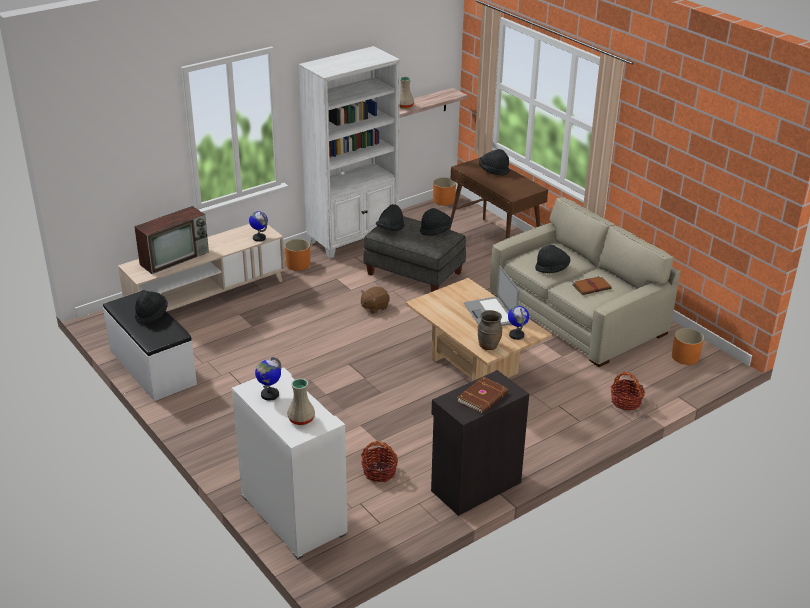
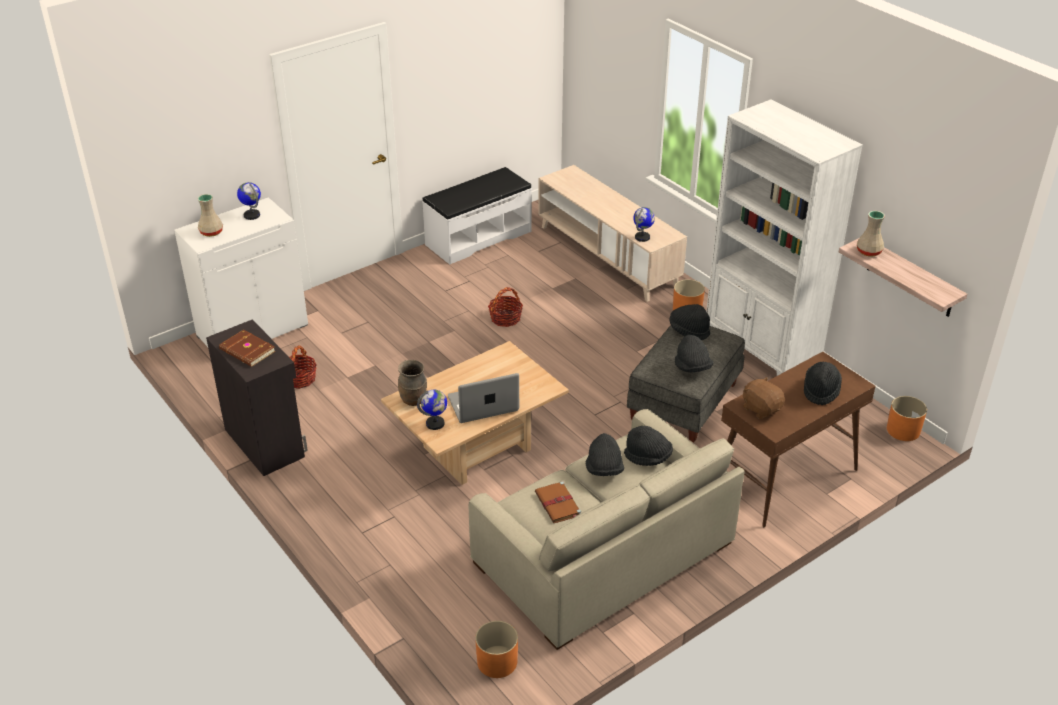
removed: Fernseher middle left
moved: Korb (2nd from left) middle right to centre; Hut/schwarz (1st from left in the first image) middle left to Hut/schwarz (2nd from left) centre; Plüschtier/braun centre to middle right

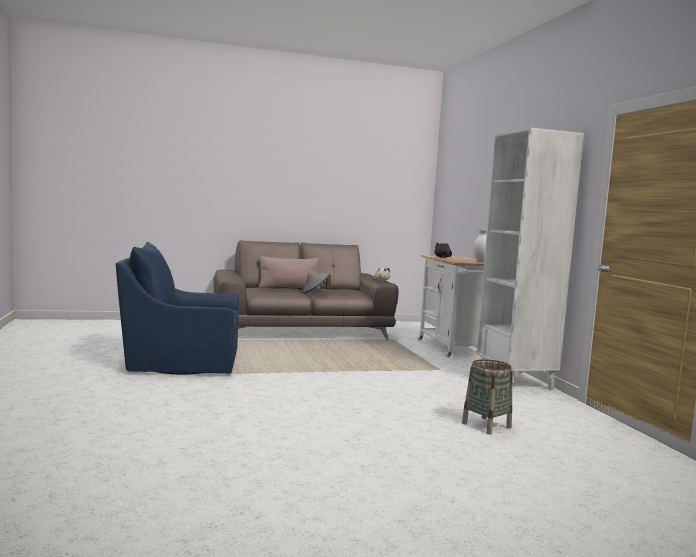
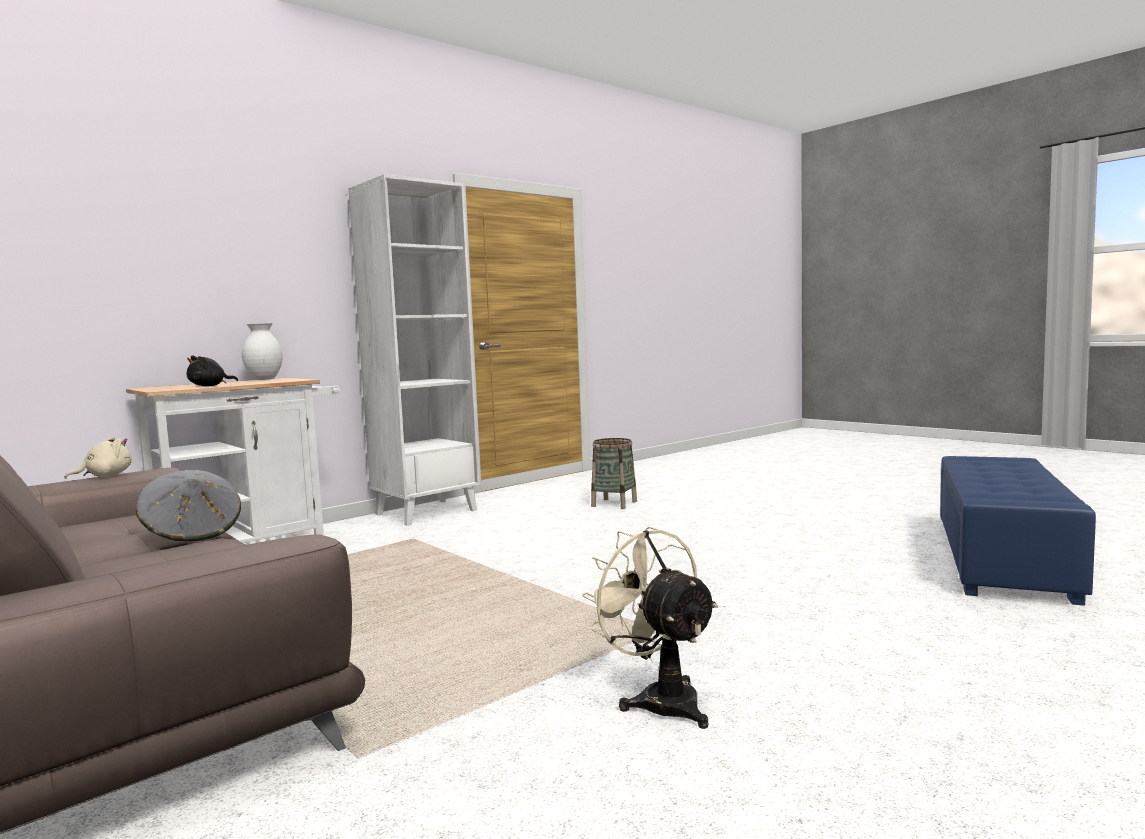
removed: Kissen/rosa centre
added: Polsterhocker/blau middle right
replaced: Sessel/blau middle left to Ventilator/beige bottom centre

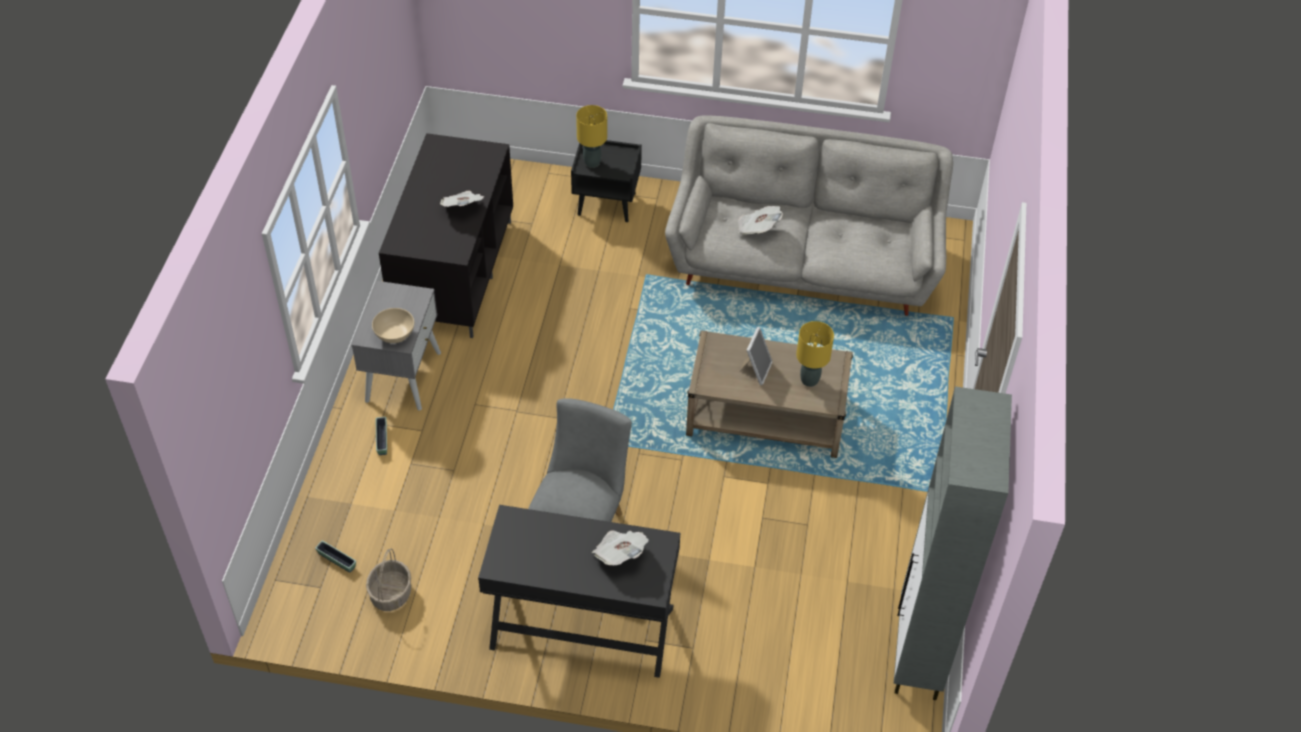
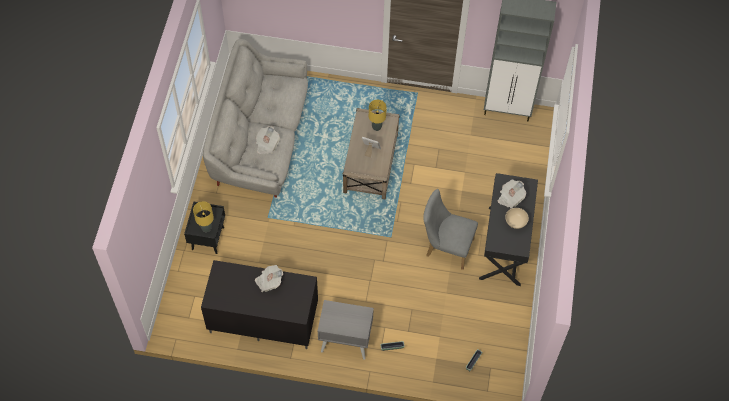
removed: Korb bottom left
moved: Schüssel/beige middle left to middle right

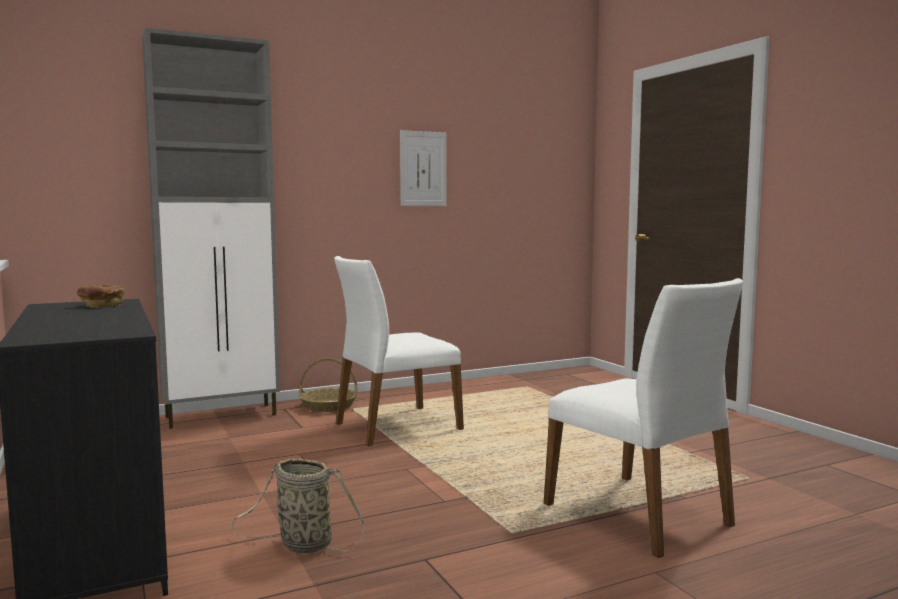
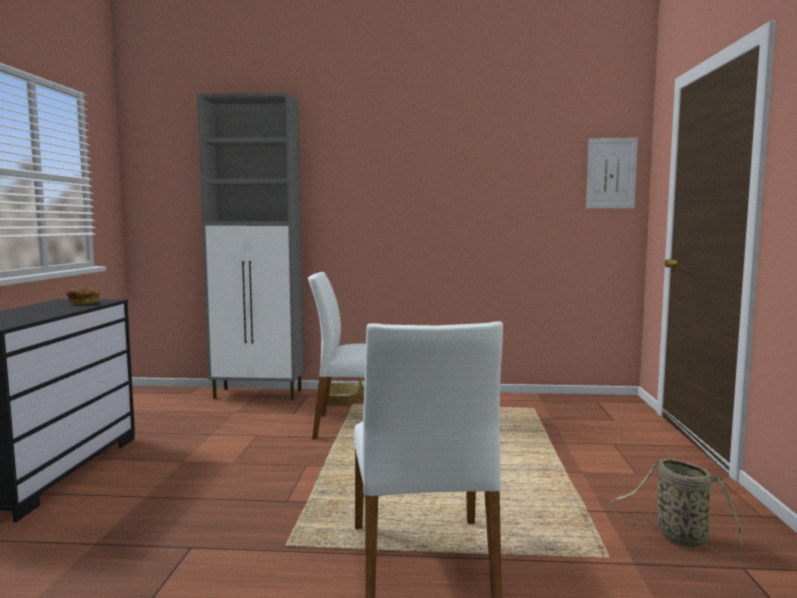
moved: Bild top centre to top right; Korb (1st from left in the first image) bottom left to Korb (2nd from left) bottom right

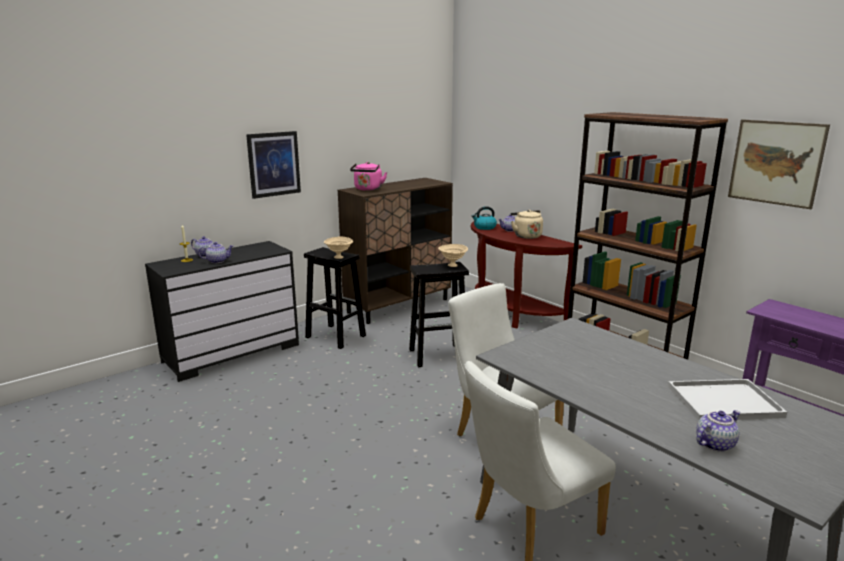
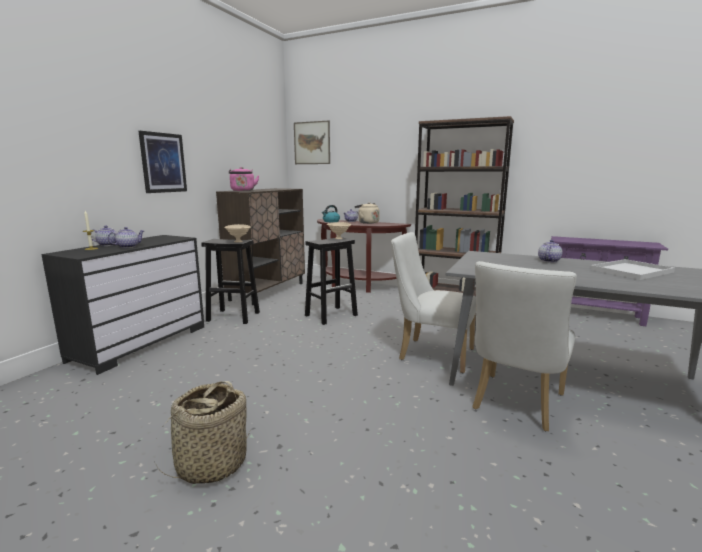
added: Korb bottom left
moved: Bild (2nd from left) top right to top centre; Teekanne (4th from left) bottom right to middle right

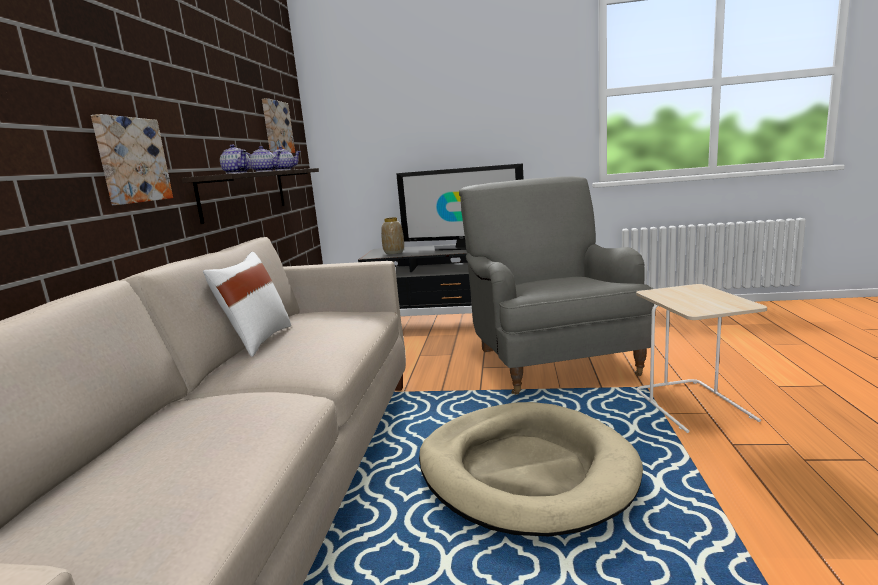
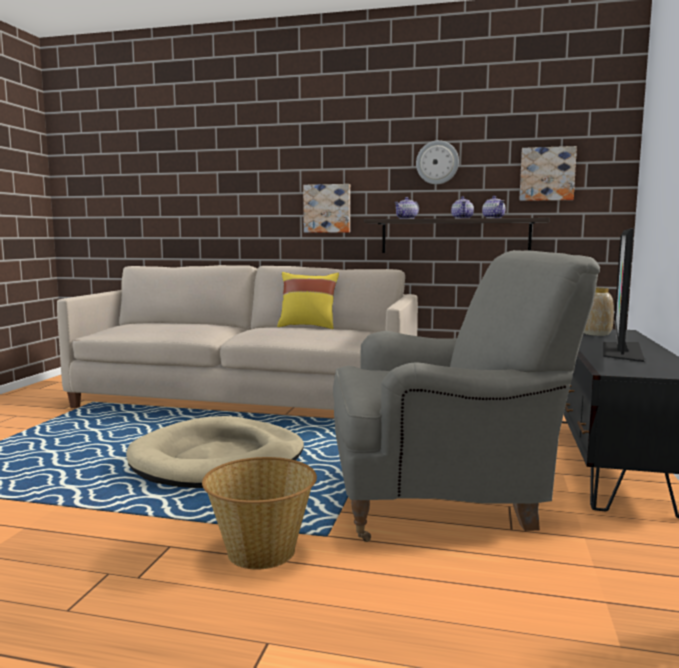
added: Wanduhr top centre
replaced: Beistelltisch/beige middle right to Korb bottom centre
recoloured: Kissen/weiß middle left to Kissen/gelb centre

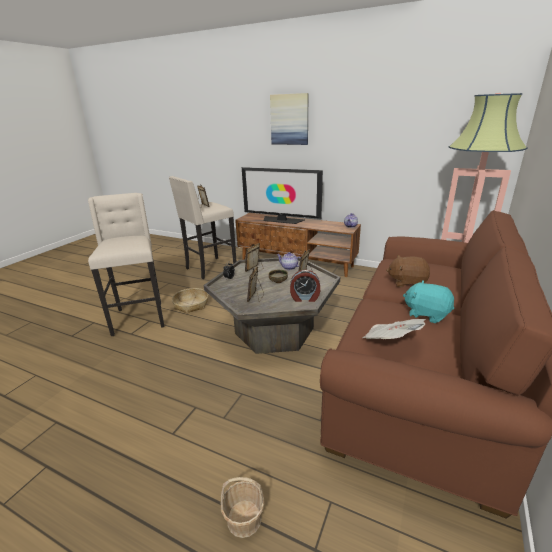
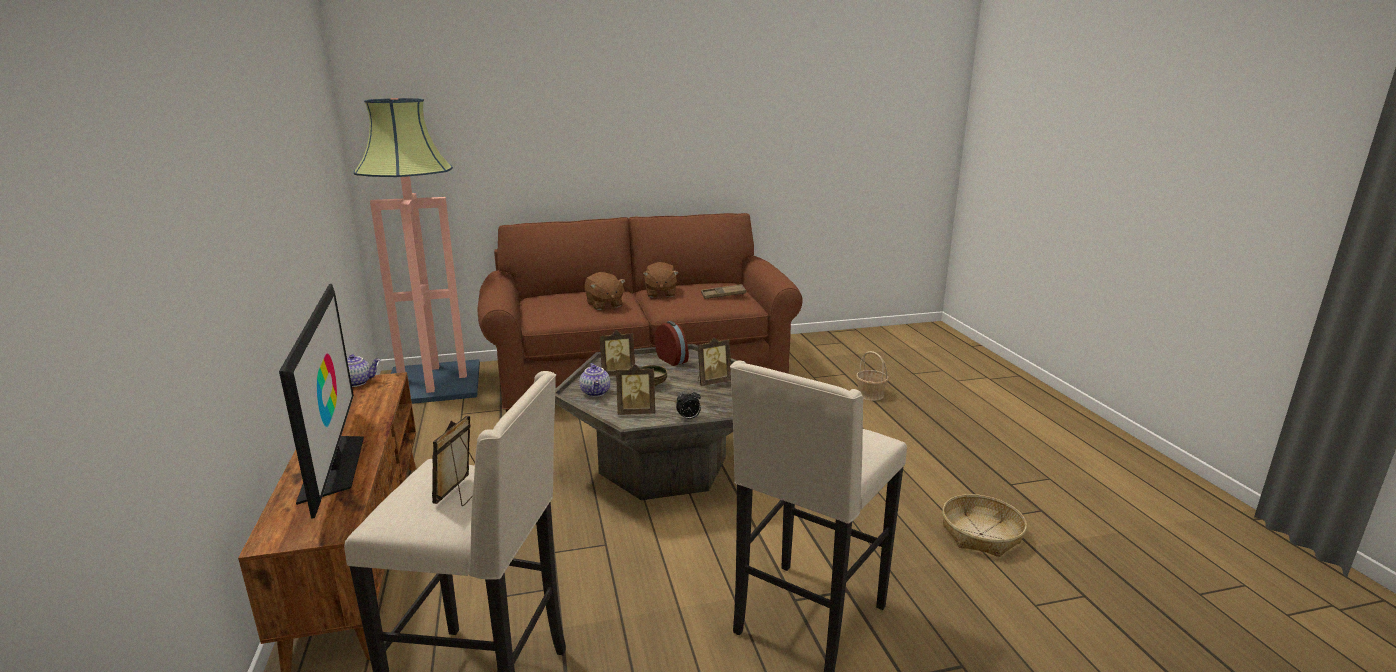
removed: Bild top centre
moved: Korb (1st from left in the first image) centre to Korb (2nd from left) bottom right
replaced: Zeitung middle right to Tablett/braun centre
recoloured: Plüschtier/türkis middle right to Plüschtier/braun (2nd from left) centre

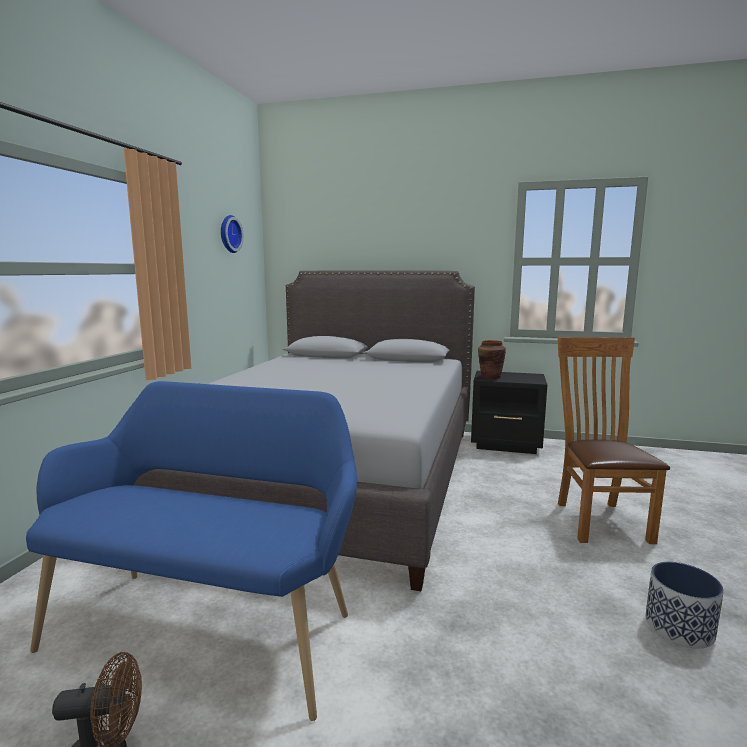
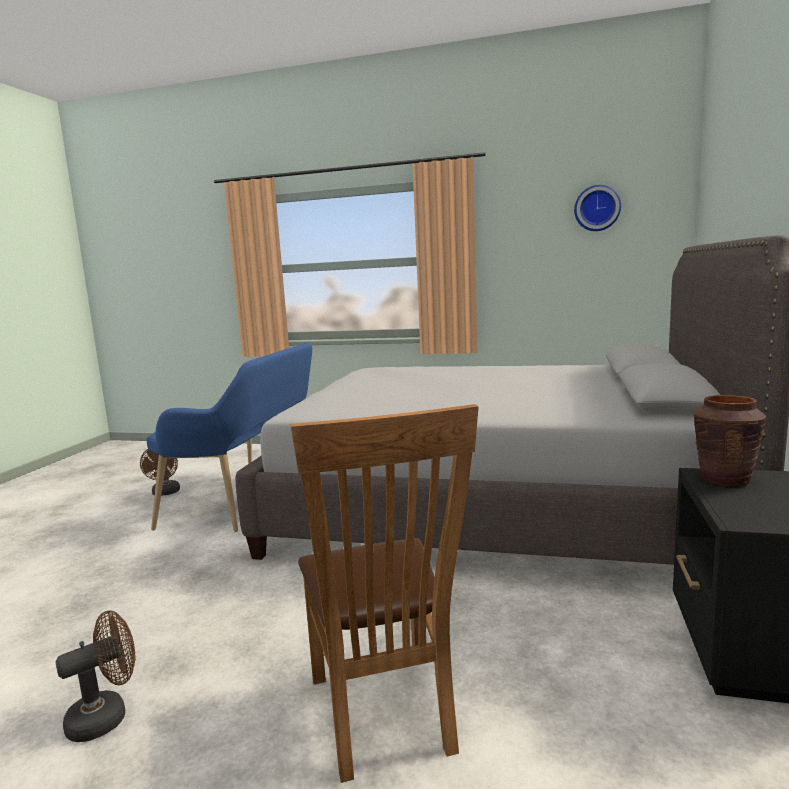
replaced: Pflanzkübel bottom right to Ventilator/braun (1st from left) bottom left
turned: Stuhl/braun middle right = bottom centre 75 degrees clockwise

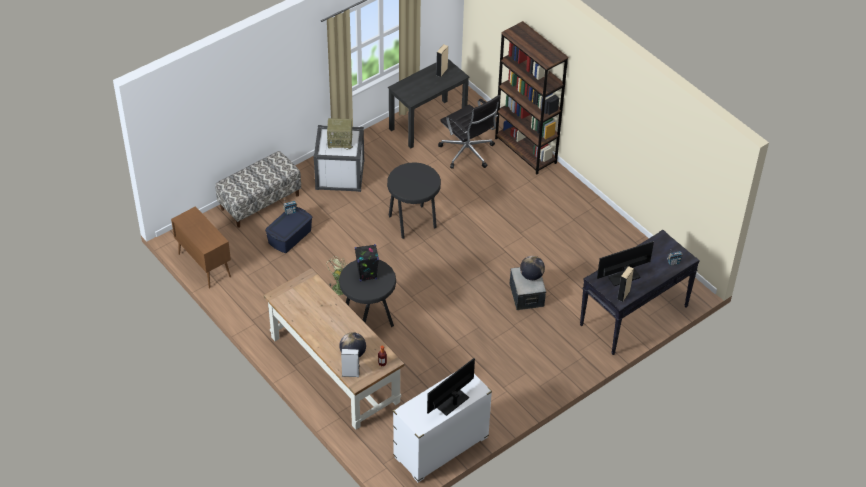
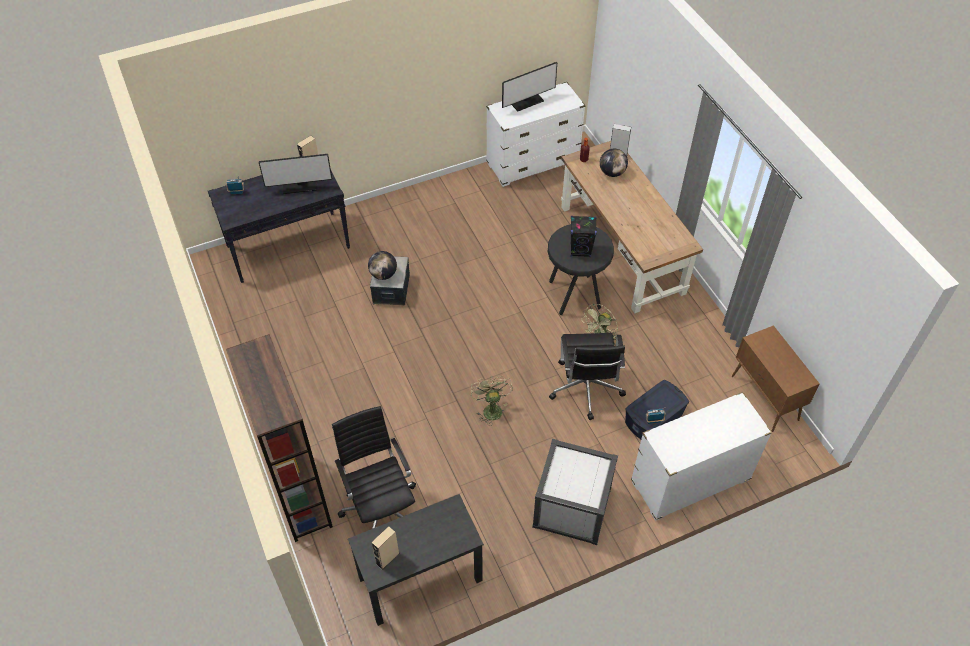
removed: Radio (2nd from left) top centre
added: Bürostuhl/schwarz (2nd from left) centre
replaced: Hocker/schwarz (2nd from left) centre to Ventilator/grün (1st from left) centre; Bank middle left to Kommode/weiß (2nd from left) bottom right

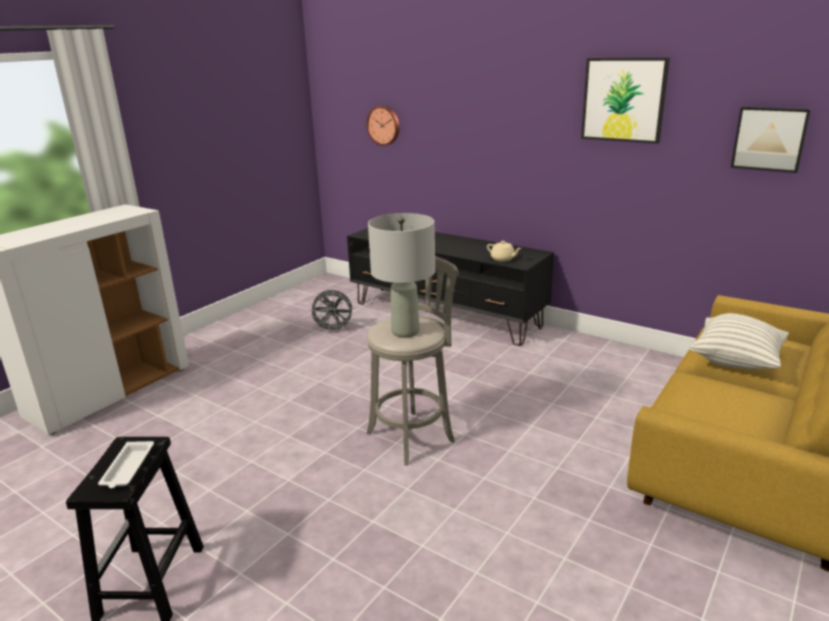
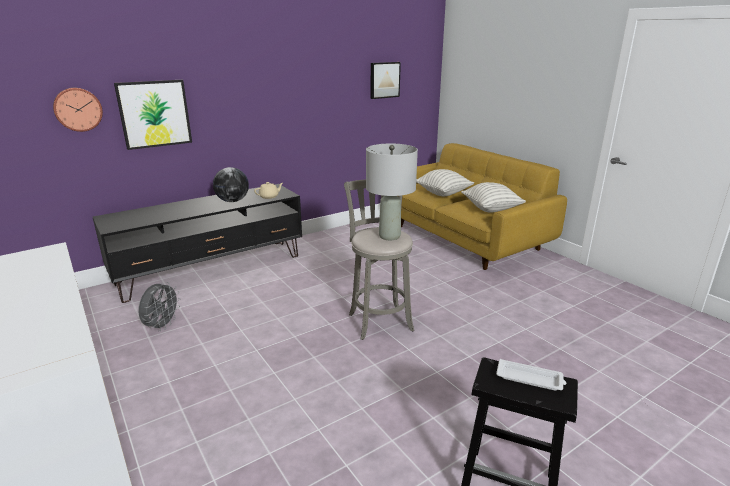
added: Globus middle left; Kissen (2nd from left) middle right
moved: Bild (1st from left) top right to top left

